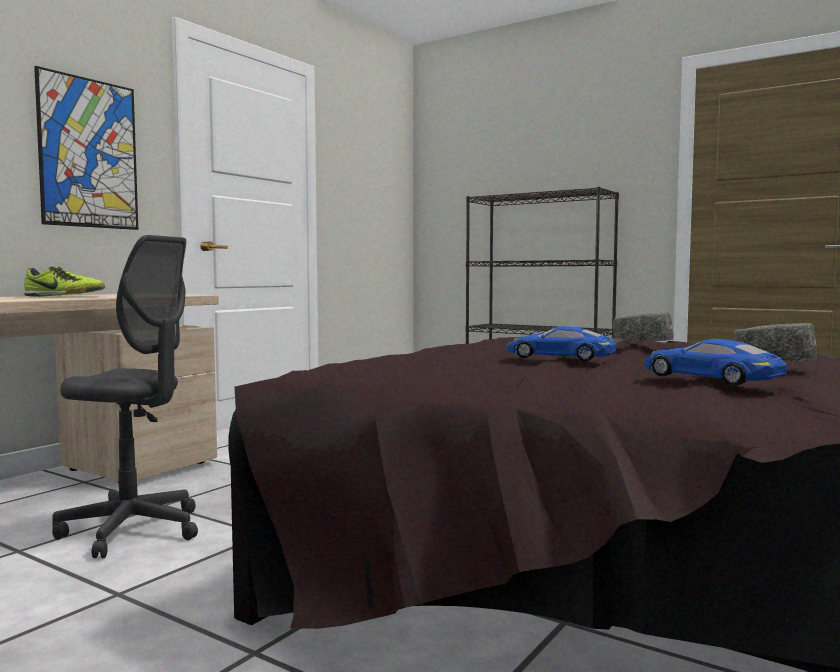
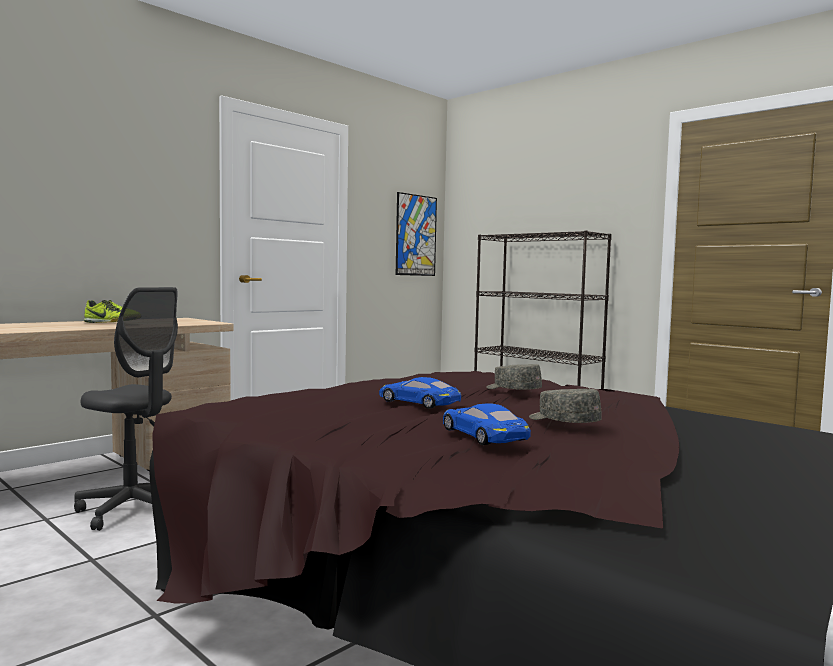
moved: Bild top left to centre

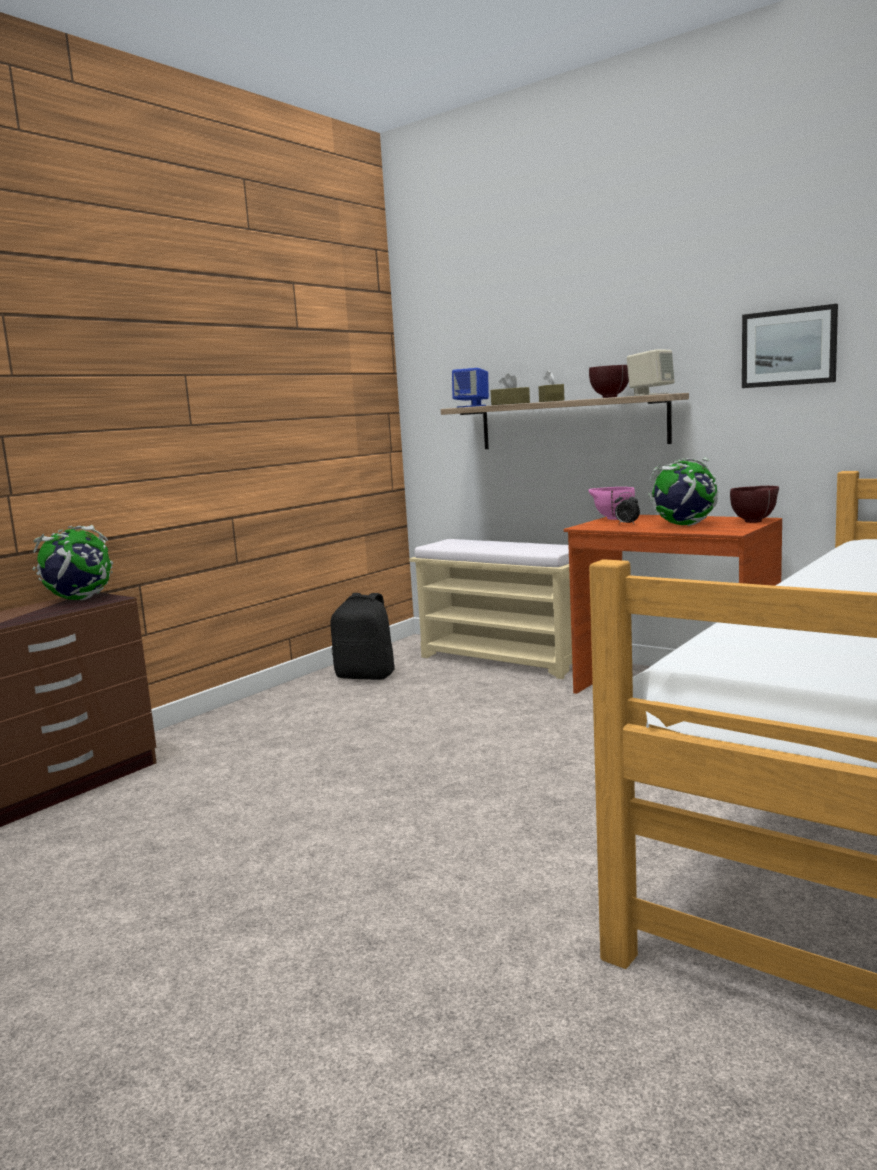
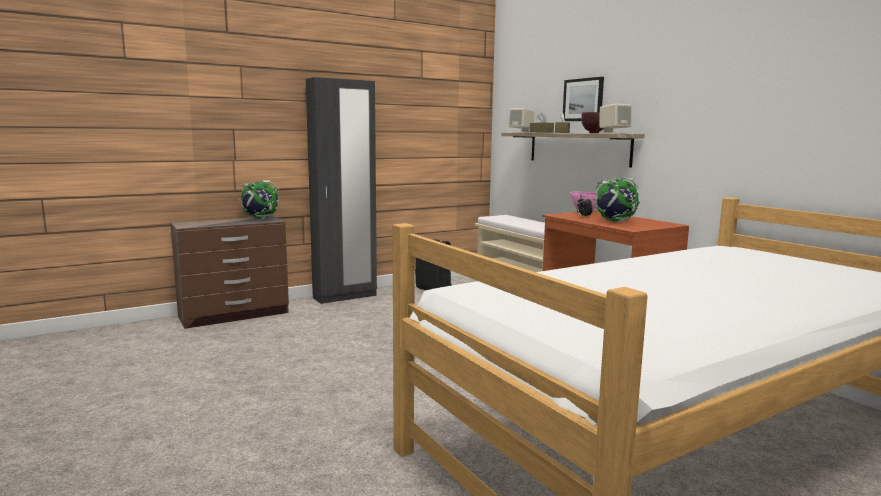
removed: Schüssel/braun (2nd from left) middle right
added: Kleiderschrank/schwarz centre
moved: Bild top right to top centre
recoloured: Lautsprecher/blau top centre to Lautsprecher/beige (1st from left) top centre

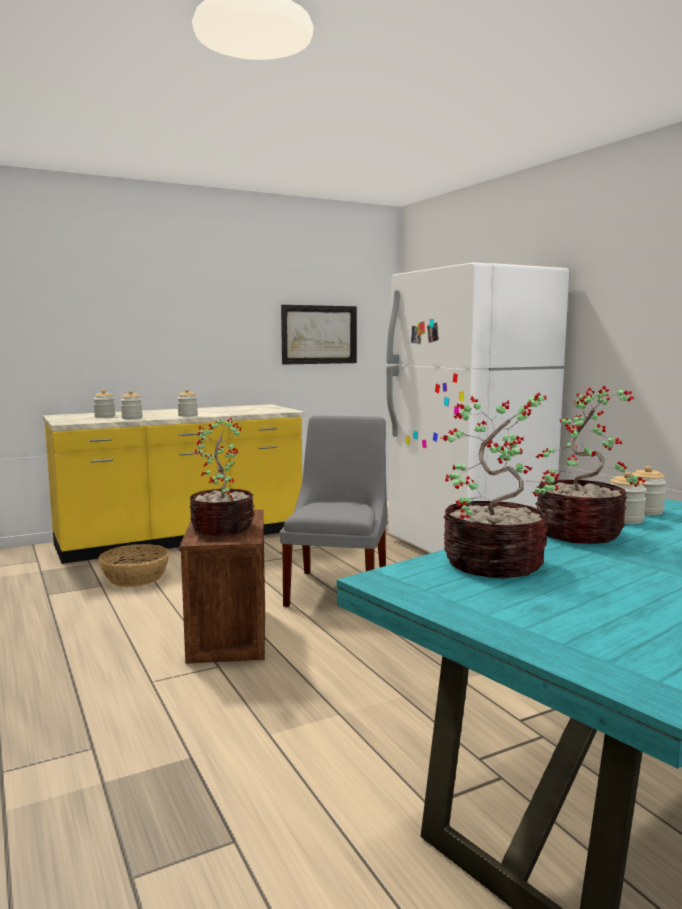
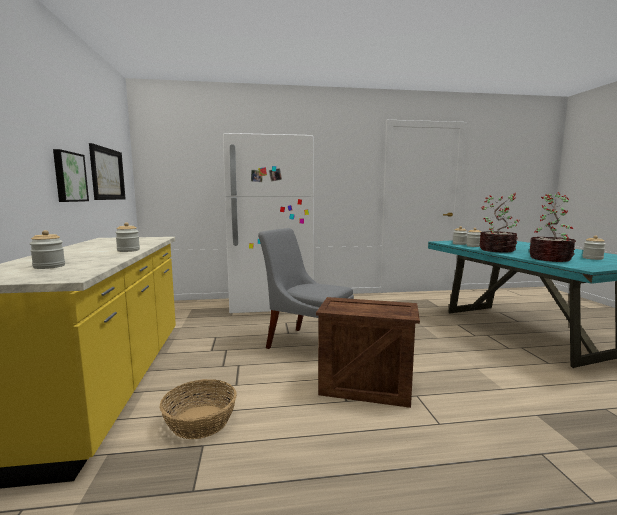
removed: Topfpflanze (1st from left) middle left
added: Bild (1st from left) middle left
moved: Vorratsglas (2nd from left in the first image) middle left to Vorratsglas (5th from left) middle right

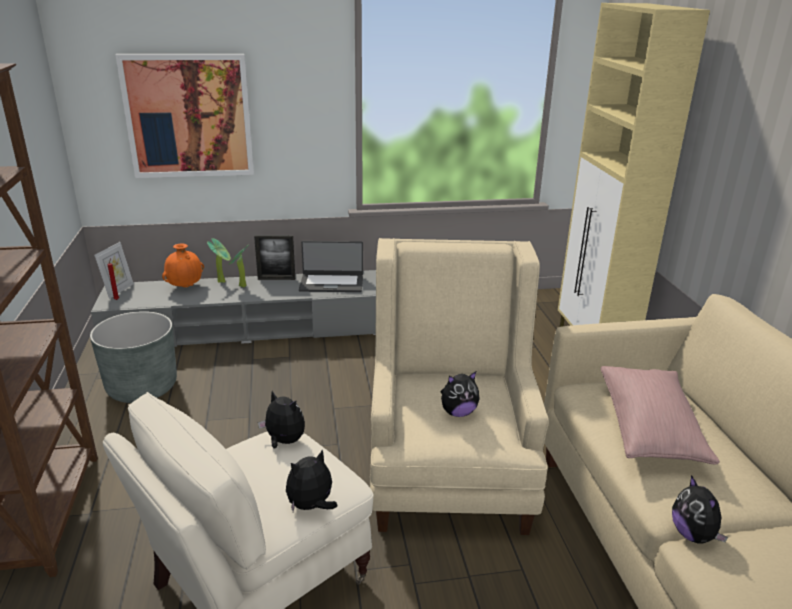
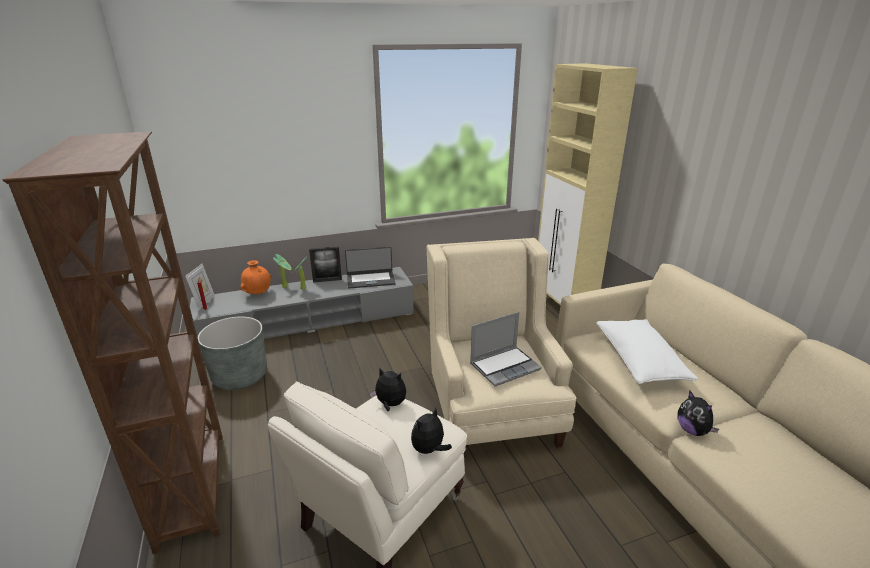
removed: Bild top left
replaced: Plüschtier (3rd from left) centre to Laptop (2nd from left) centre
recoloured: Kissen/rosa bottom right to Kissen/weiß middle right

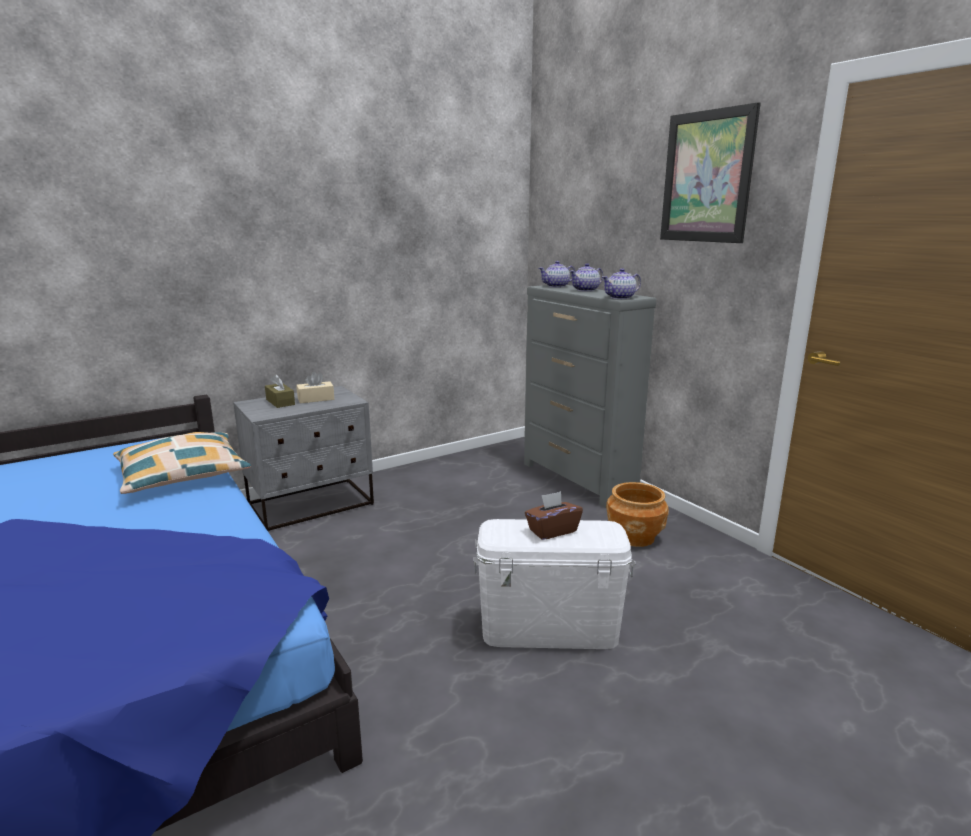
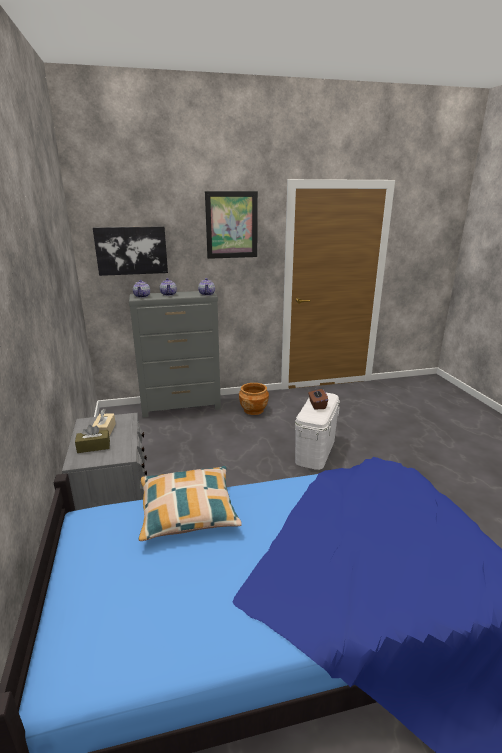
added: Bild (1st from left) middle left

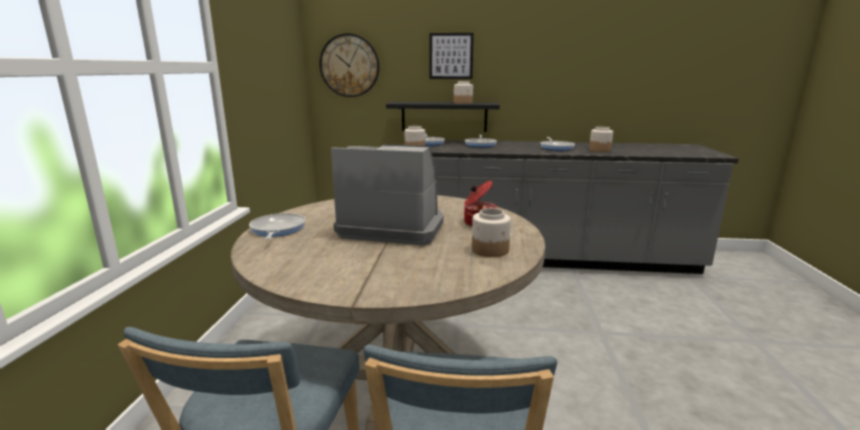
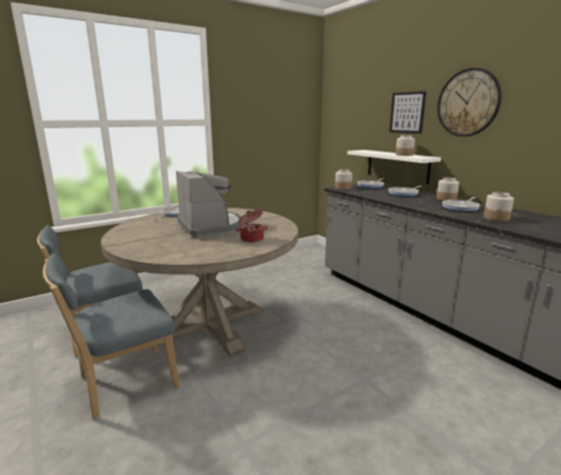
moved: Wanduhr top centre to top right; Vorratsglas (3rd from left) centre to middle right
recoloured: Wandregal/schwarz top centre to Wandregal/weiß middle right

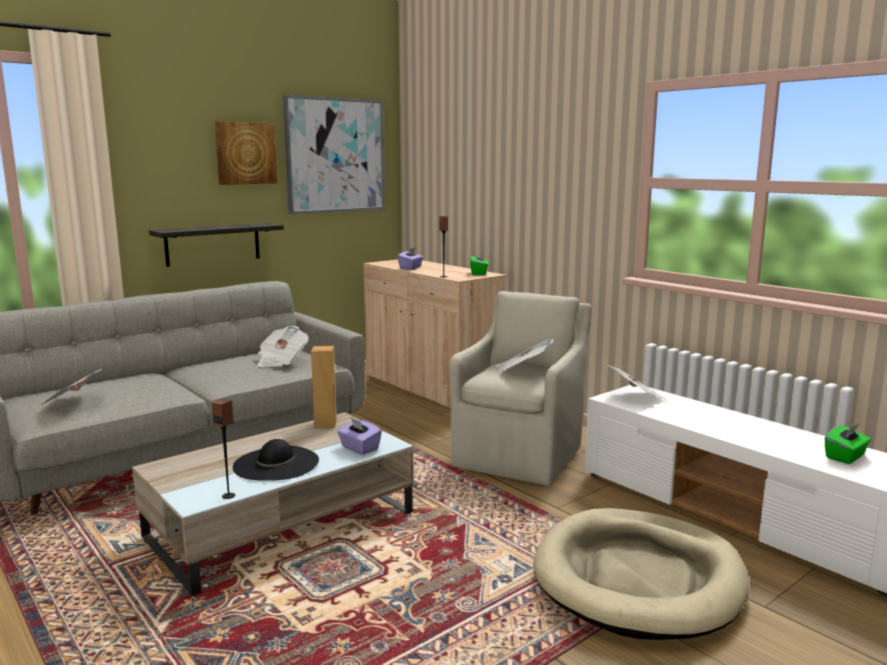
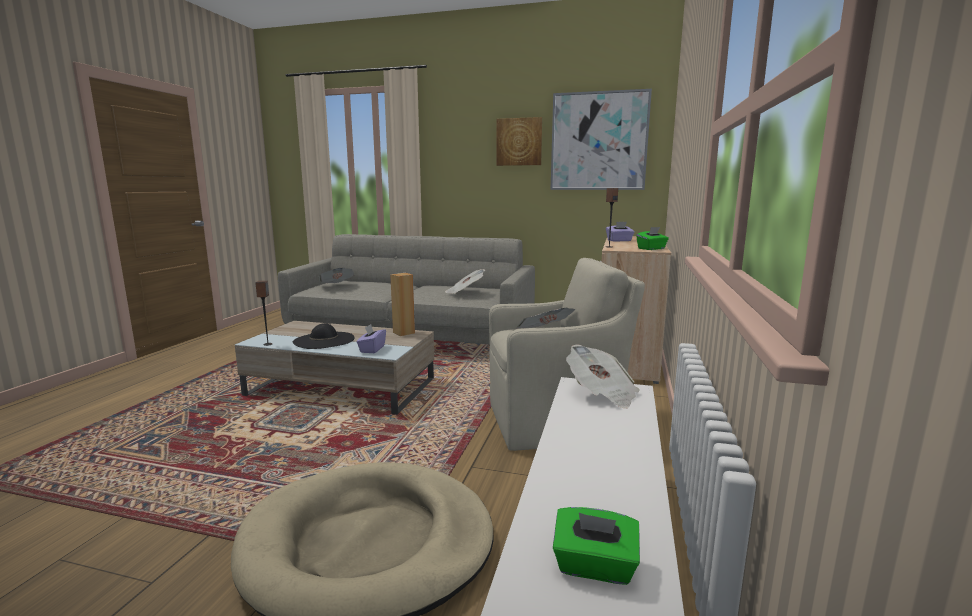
removed: Wandregal middle left

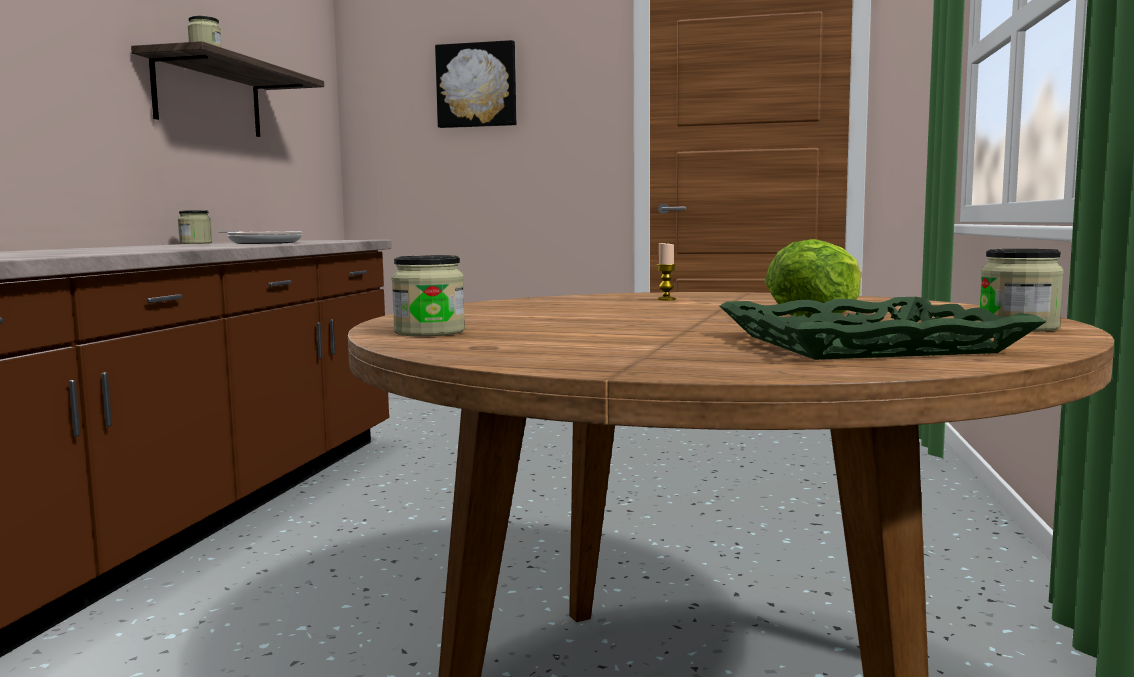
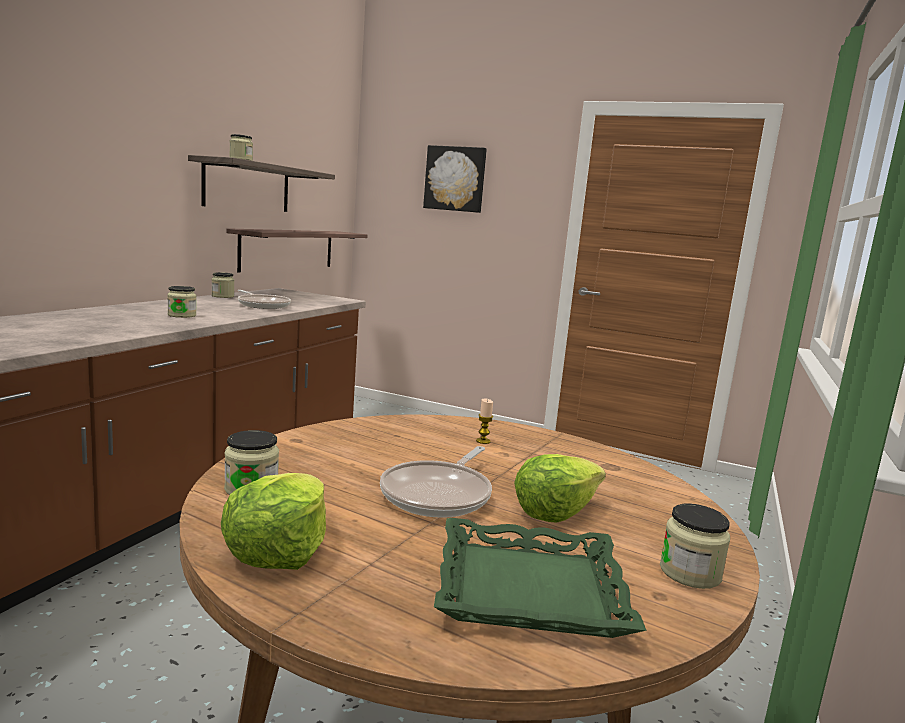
added: Vorratsglas (1st from left) middle left; Salatkopf (1st from left) bottom left; Wandregal (2nd from left) middle left; Pfanne (2nd from left) bottom centre

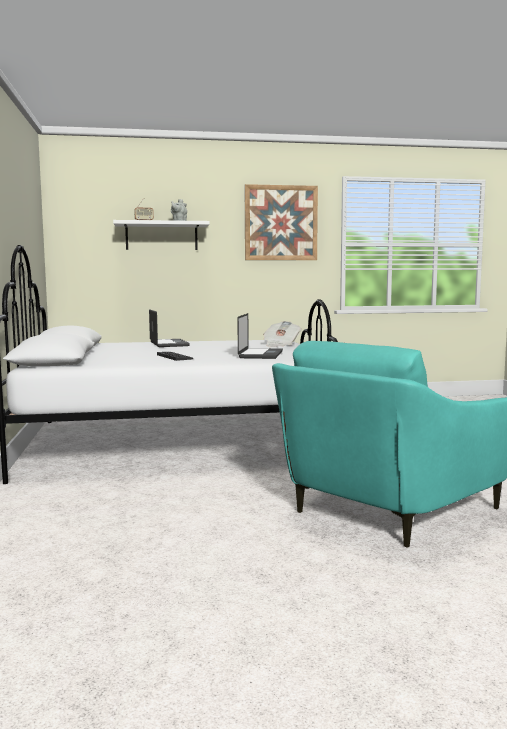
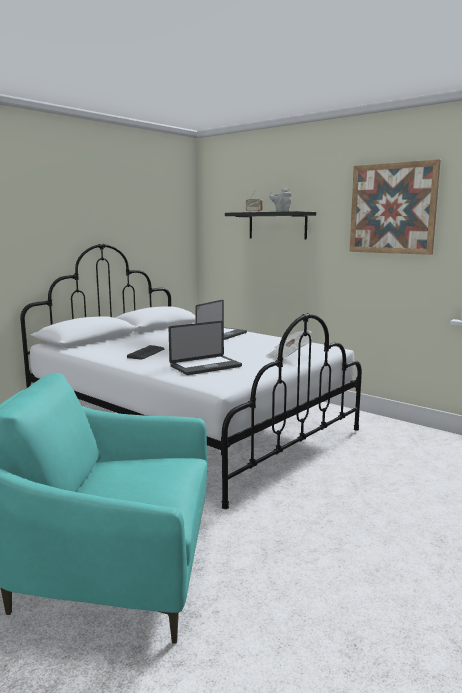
recoloured: Wandregal/weiß top left to Wandregal/schwarz top centre

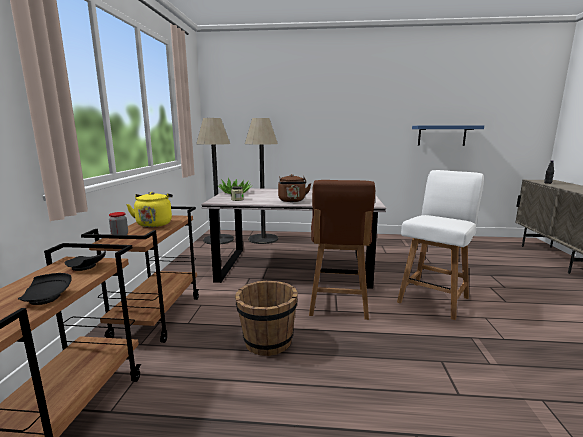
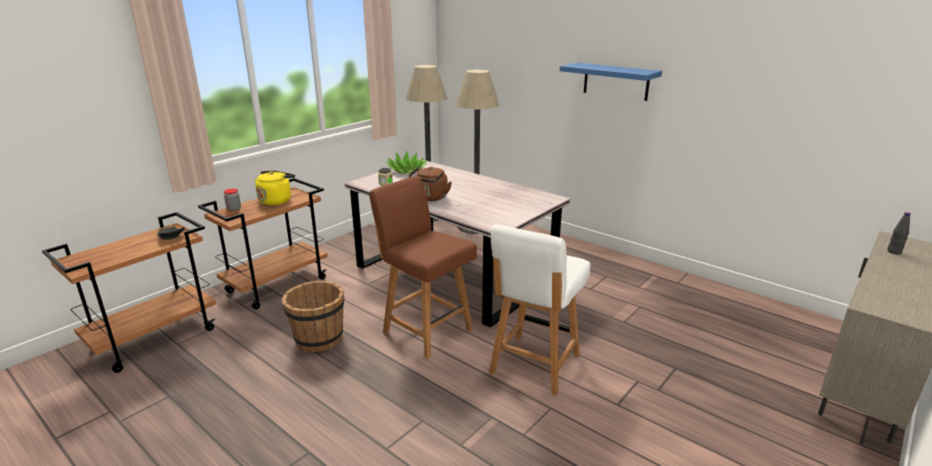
removed: Teller/schwarz (1st from left) middle left
moved: Wandregal/blau top right to top centre
turned: Stuhl/braun centre = centre 90 degrees clockwise; Stuhl/weiß middle right = centre 135 degrees clockwise

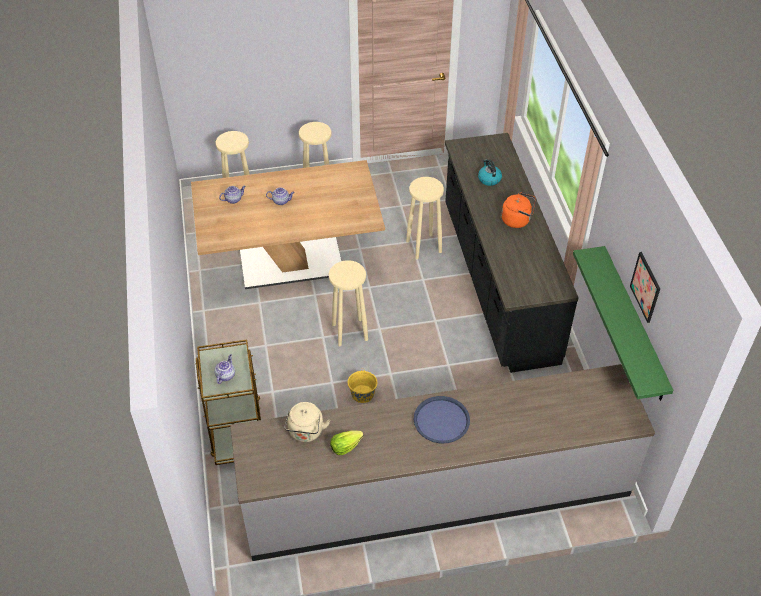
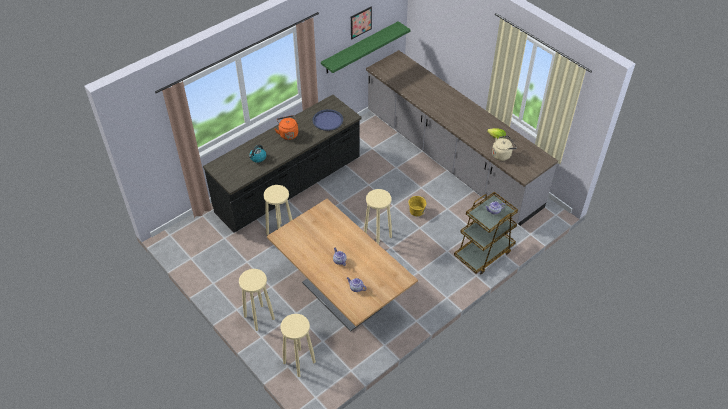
moved: Tablett/blau bottom centre to top centre

